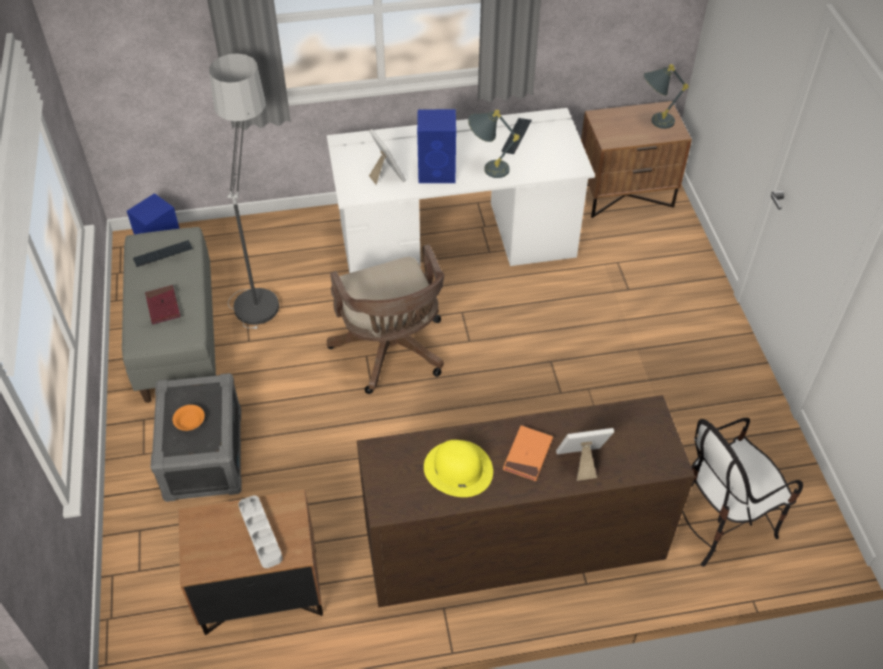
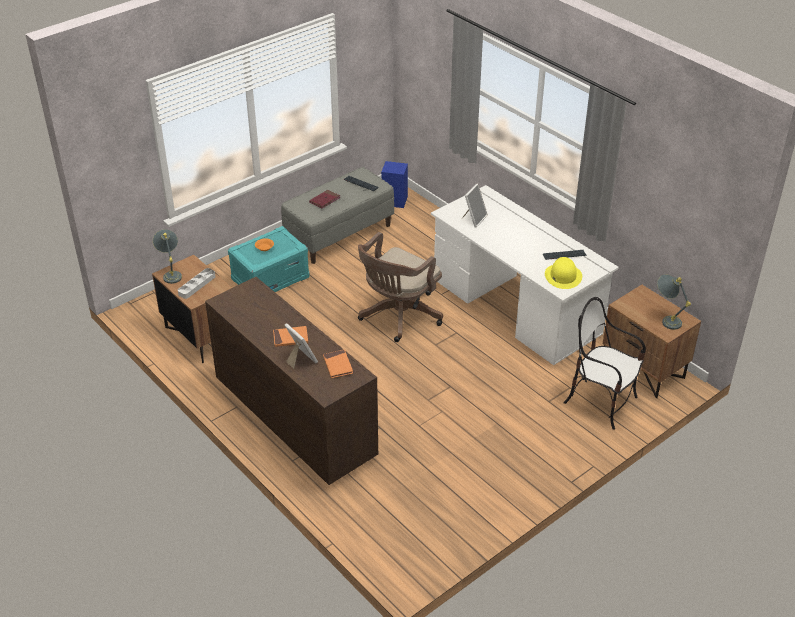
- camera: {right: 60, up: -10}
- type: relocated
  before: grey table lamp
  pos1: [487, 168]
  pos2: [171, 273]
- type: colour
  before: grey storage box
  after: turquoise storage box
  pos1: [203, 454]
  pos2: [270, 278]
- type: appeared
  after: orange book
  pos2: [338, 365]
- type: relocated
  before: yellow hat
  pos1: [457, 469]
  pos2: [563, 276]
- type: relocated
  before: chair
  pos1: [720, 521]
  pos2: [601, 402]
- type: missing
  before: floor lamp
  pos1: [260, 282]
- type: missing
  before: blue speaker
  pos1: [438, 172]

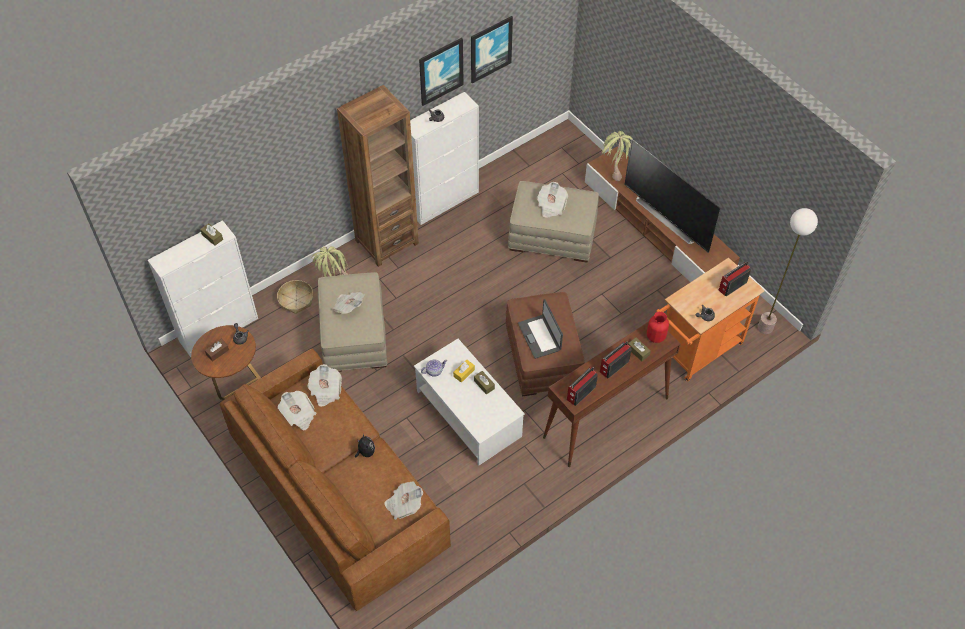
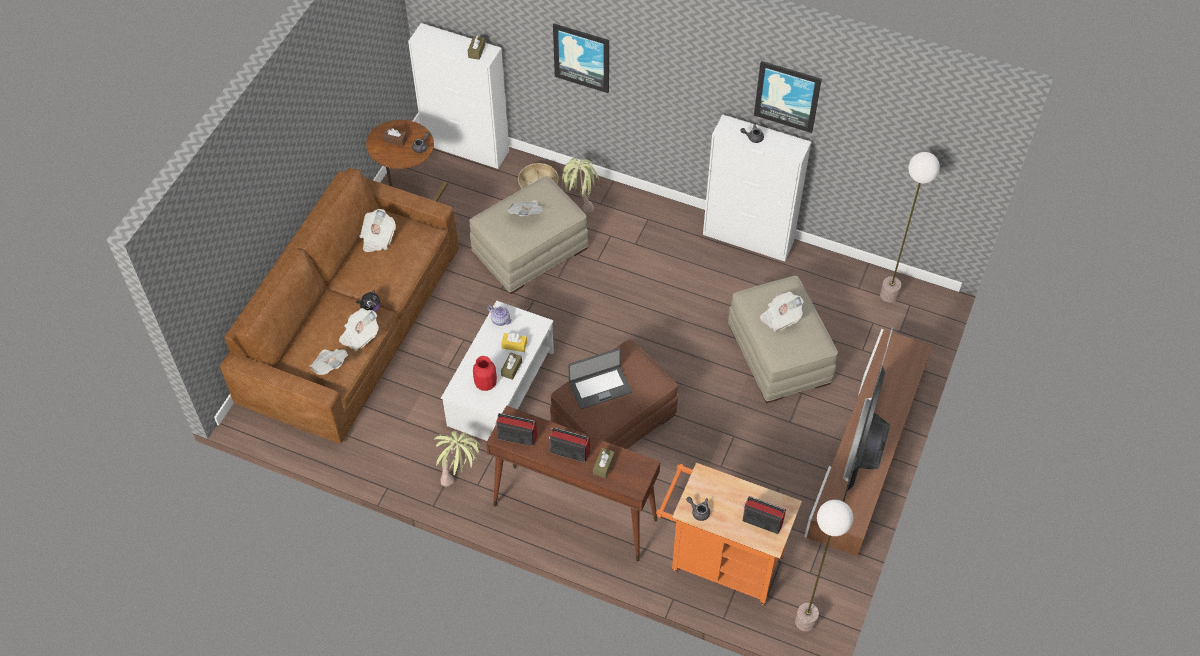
- camera: {right: 60, up: 0}
- type: relocated
  before: newspaper
  pos1: [325, 391]
  pos2: [360, 336]
- type: relocated
  before: potted plant
  pos1: [614, 170]
  pos2: [460, 474]
- type: relocated
  before: red vase
  pos1: [656, 336]
  pos2: [485, 383]
- type: relocated
  before: picture
  pos1: [490, 49]
  pos2: [582, 57]
- type: spun
  before: laptop
  pos1: [540, 336]
  pos2: [600, 387]
  turn: -150
- type: appeared
  after: floor lamp
  pos2: [889, 295]
- type: missing
  before: brown bookcase
  pos1: [386, 242]

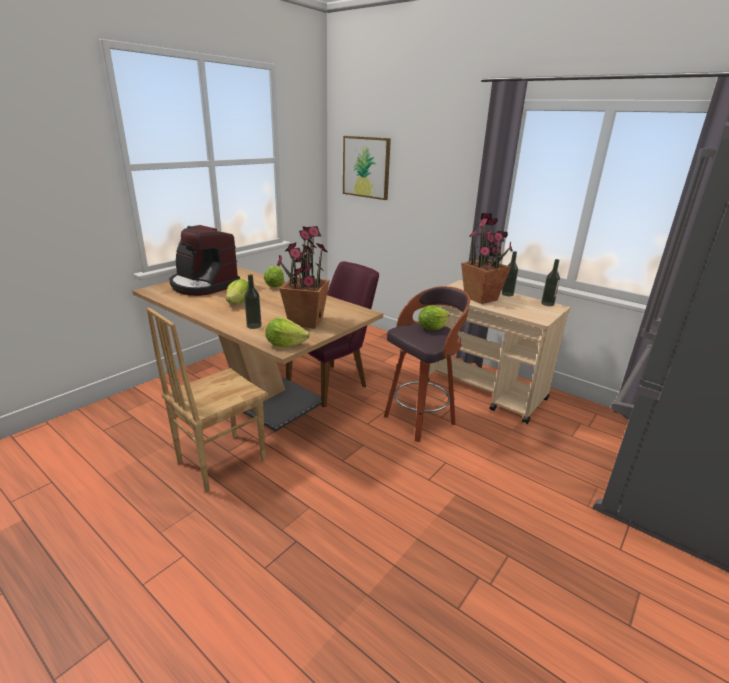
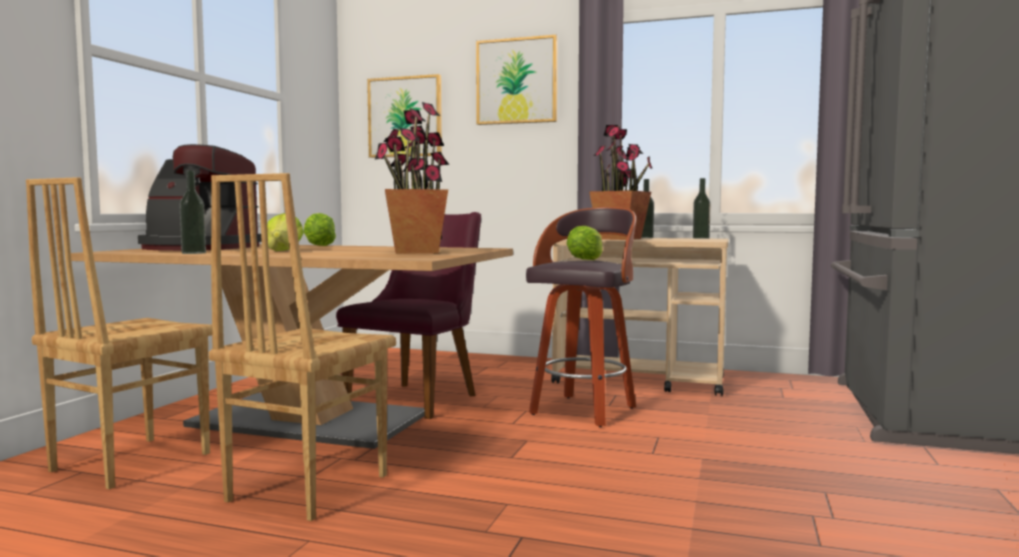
- camera: {right: -20, up: -20}
- type: appeared
  after: brown chair
  pos2: [129, 462]
- type: relocated
  before: bottle
  pos1: [254, 326]
  pos2: [194, 253]
- type: appeared
  after: picture
  pos2: [517, 81]
- type: missing
  before: lettuce
  pos1: [285, 345]

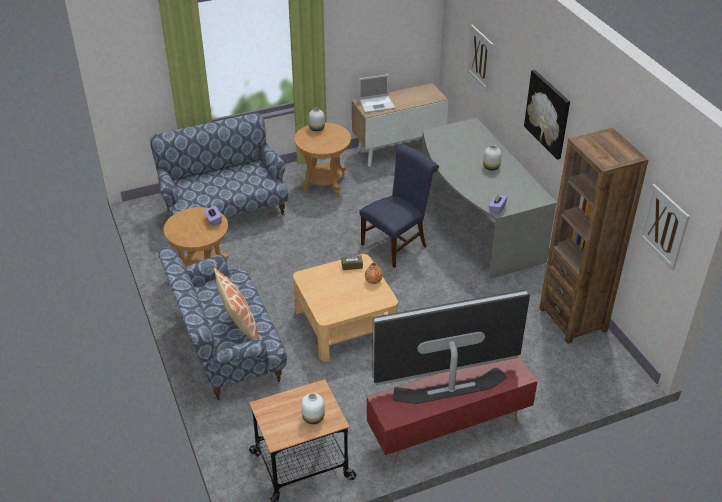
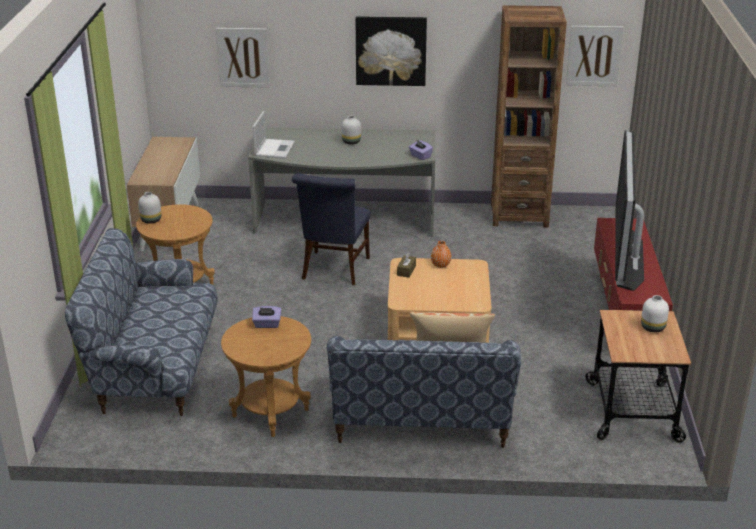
- camera: {right: -65, up: -10}
- type: relocated
  before: laptop
  pos1: [377, 104]
  pos2: [274, 148]
- type: spun
  before: blue chair
  pos1: [397, 244]
  pos2: [334, 270]
  turn: -150

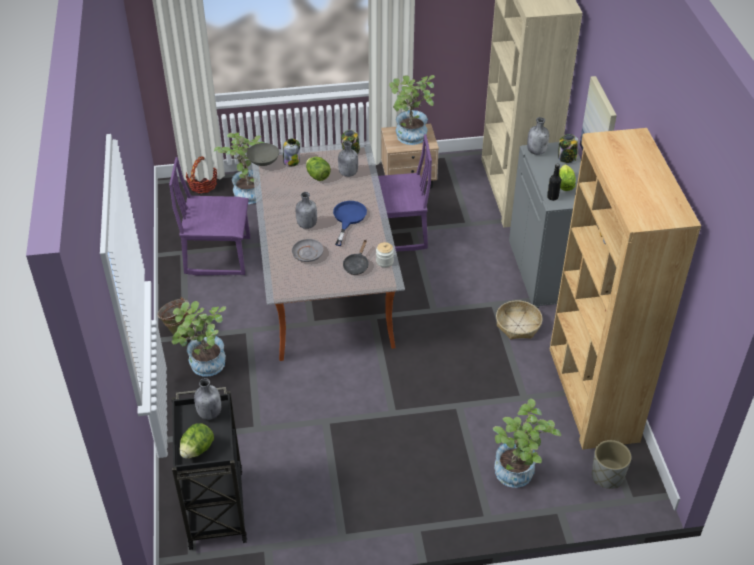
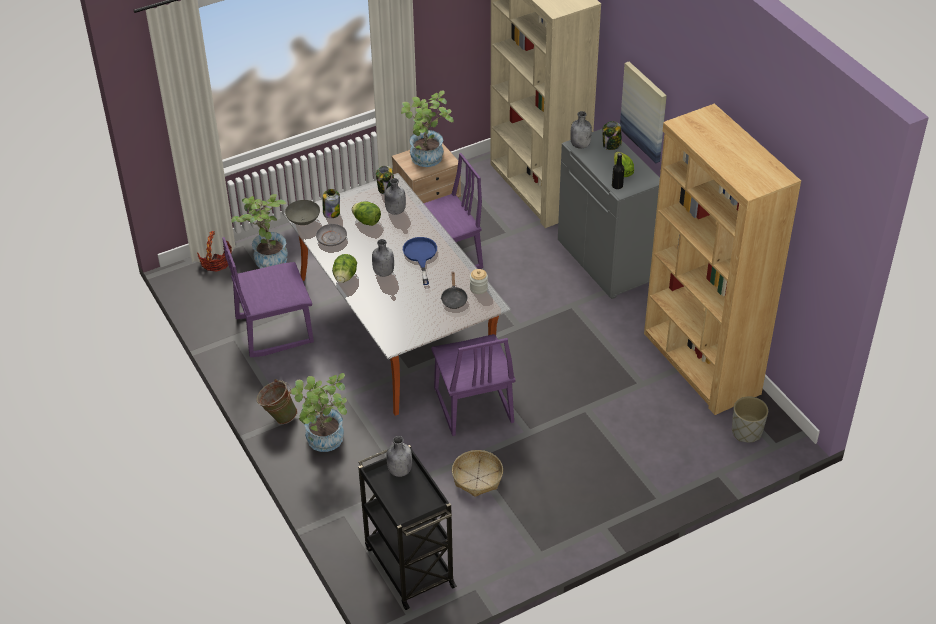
- camera: {right: -20, up: 0}
- type: relocated
  before: grey plate
  pos1: [308, 254]
  pos2: [332, 238]
- type: relocated
  before: lettuce
  pos1: [197, 449]
  pos2: [345, 277]
- type: appeared
  after: purple chair
  pos2: [472, 406]
- type: relocated
  before: basket
  pos1: [518, 325]
  pos2: [477, 478]
- type: missing
  before: potted plant
  pos1: [517, 476]

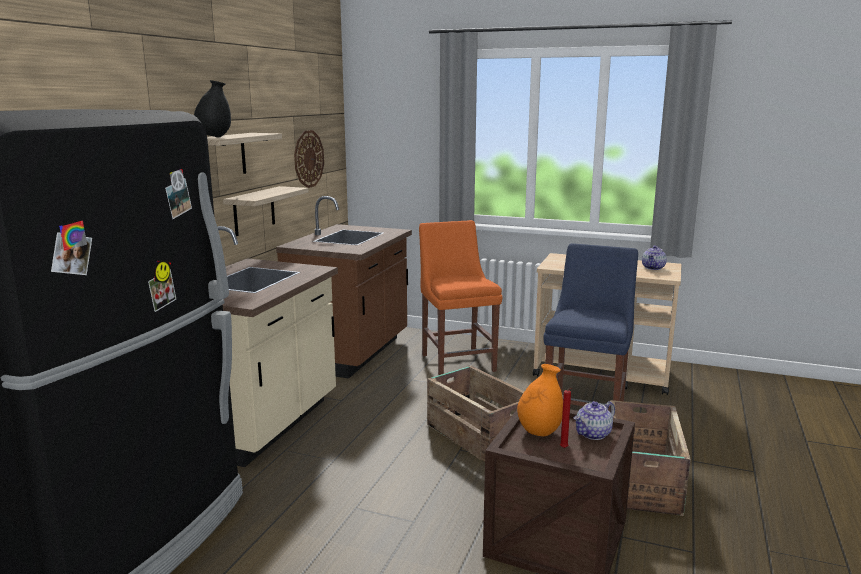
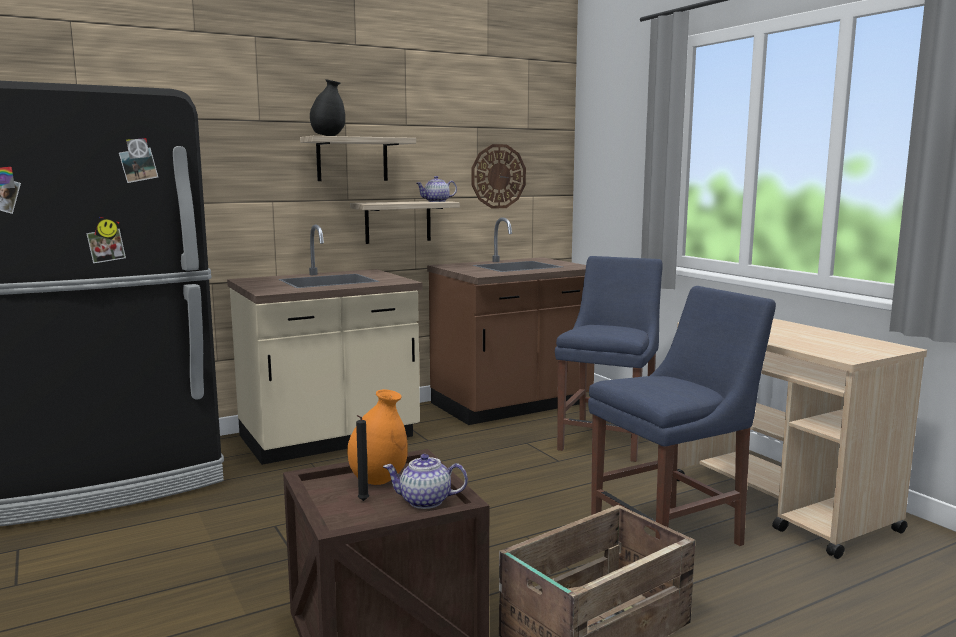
- camera: {right: 40, up: -5}
- type: colour
  before: red candle
  after: black candle
  pos1: [564, 448]
  pos2: [362, 501]
- type: relocated
  before: teapot
  pos1: [653, 268]
  pos2: [436, 201]
- type: colour
  before: orange chair
  after: blue chair
  pos1: [457, 361]
  pos2: [608, 440]
- type: missing
  before: crate
  pos1: [478, 435]

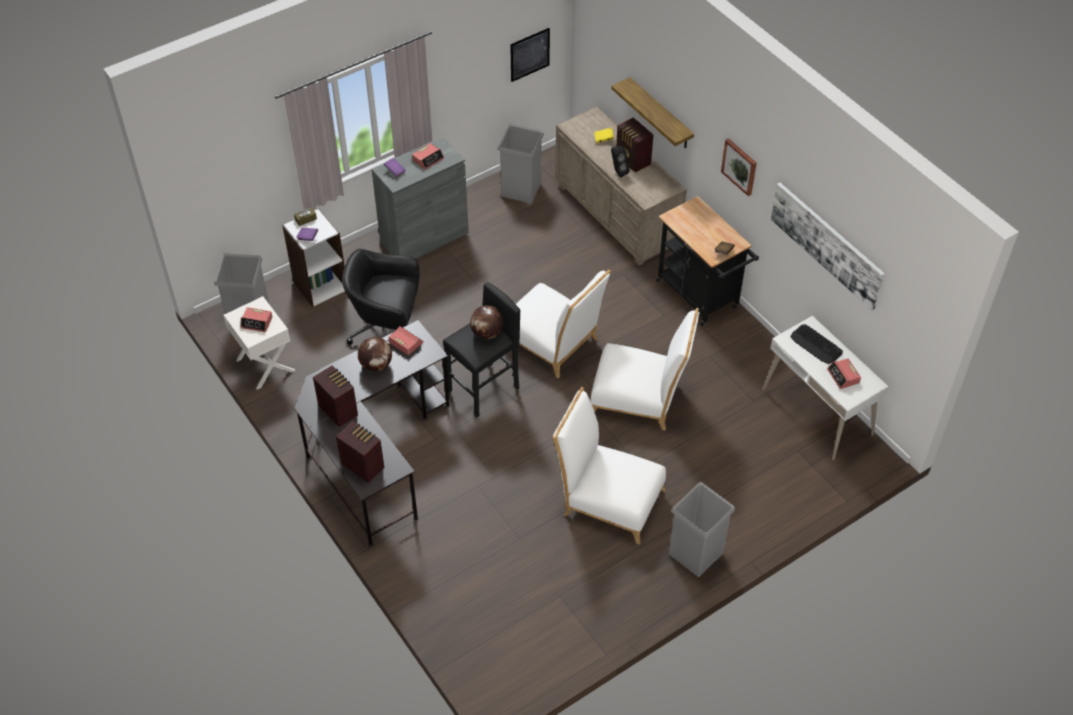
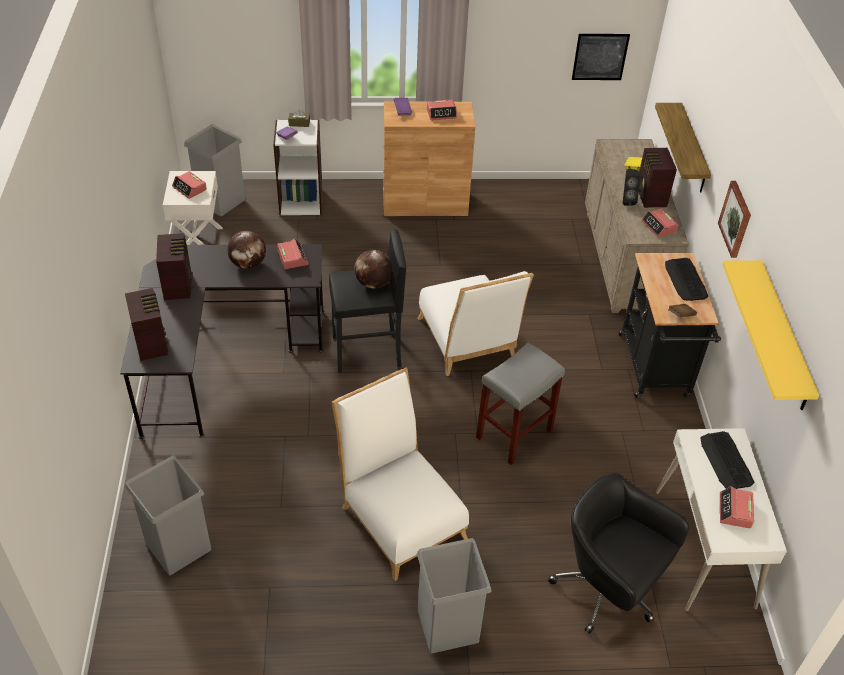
- camera: {right: 30, up: -5}
- type: relocated
  before: grey trash can
  pos1: [521, 189]
  pos2: [178, 545]
- type: colour
  before: grey cabinet
  after: brown cabinet
  pos1: [424, 237]
  pos2: [425, 202]
- type: exchanged
  before: white chair
  after: grey stool
  pos1: [640, 398]
  pos2: [514, 435]
- type: relocated
  before: black office chair
  pos1: [387, 331]
  pos2: [607, 590]
- type: appeared
  after: alarm clock
  pos2: [659, 226]
- type: appeared
  after: keyboard
  pos2: [685, 280]
- type: exchanged
  before: picture
  after: yellow shelf
  pos1: [826, 244]
  pos2: [783, 336]

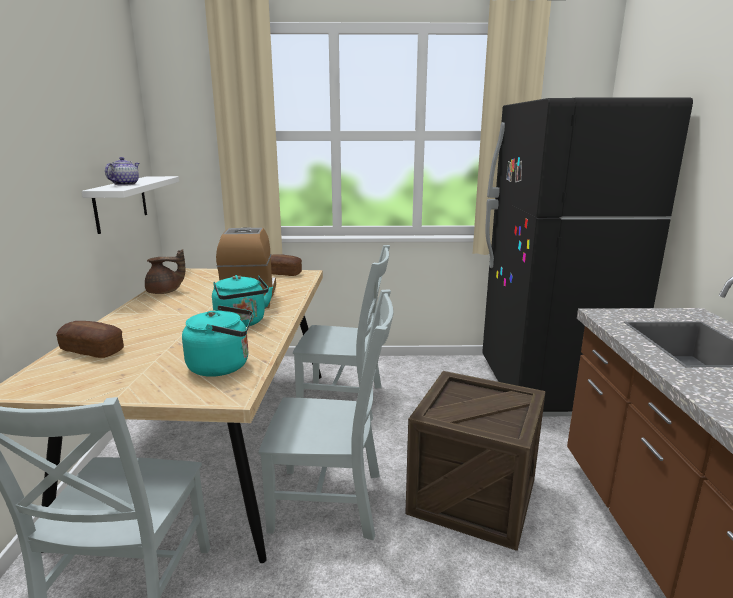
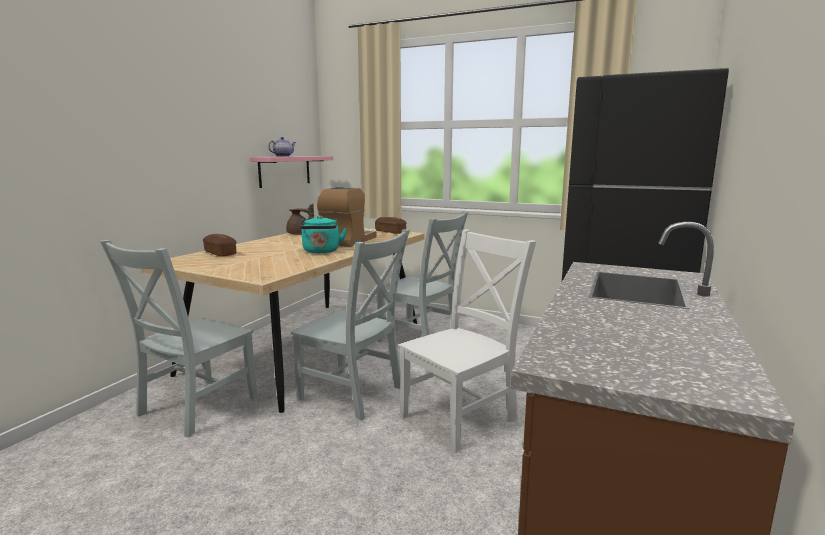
- camera: {right: 25, up: -5}
- type: colour
  before: white shelf
  after: pink shelf
  pos1: [121, 203]
  pos2: [285, 171]
- type: exchanged
  before: crate
  after: white chair
  pos1: [472, 496]
  pos2: [462, 416]
- type: missing
  before: turquoise kettle
  pos1: [223, 366]

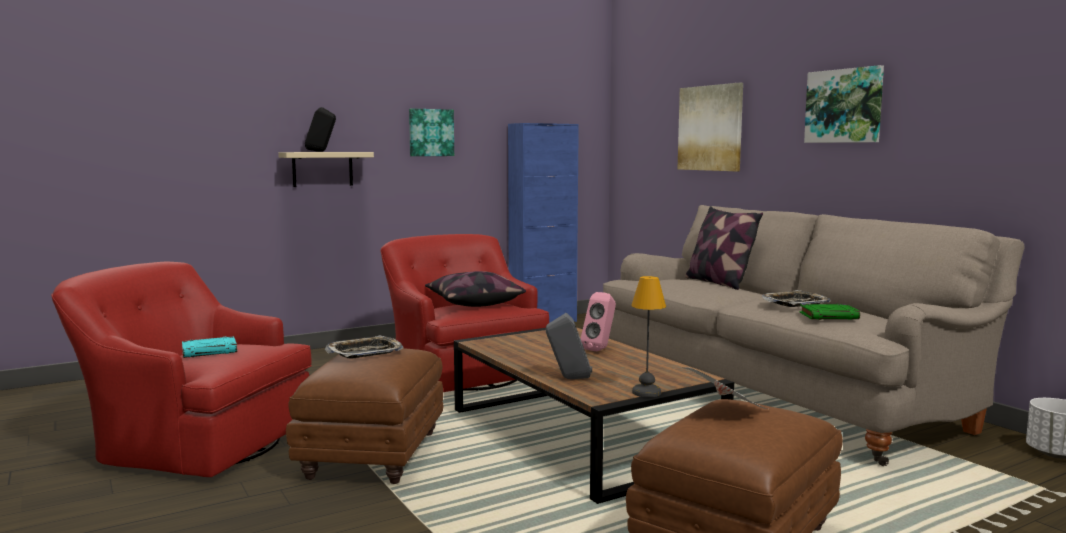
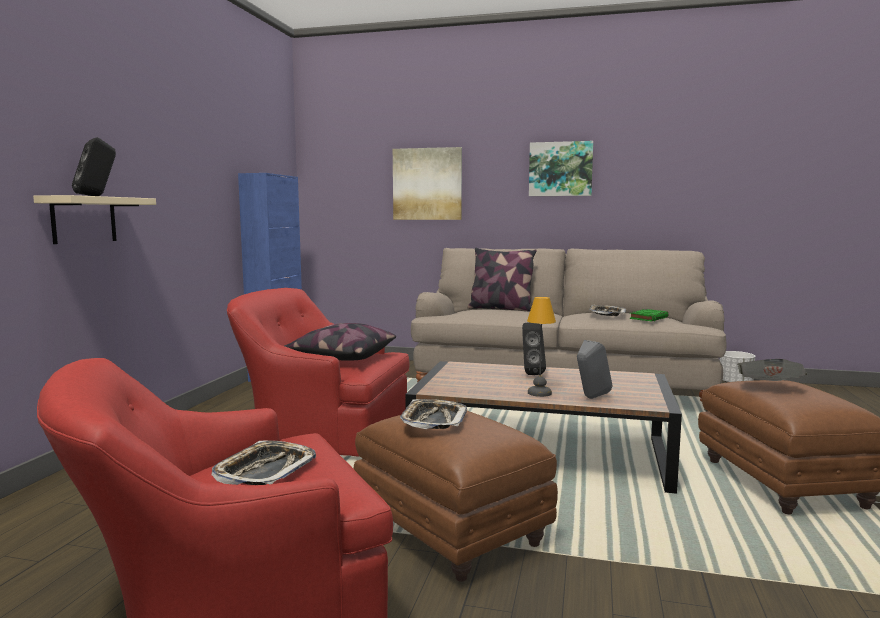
- camera: {right: -45, up: 0}
- type: exchanged
  before: turquoise book
  after: tray
  pos1: [210, 351]
  pos2: [265, 470]
- type: colour
  before: pink speaker
  after: black speaker
  pos1: [600, 349]
  pos2: [530, 373]
- type: relocated
  before: table lamp
  pos1: [646, 392]
  pos2: [539, 393]
- type: missing
  before: picture
  pos1: [431, 132]

